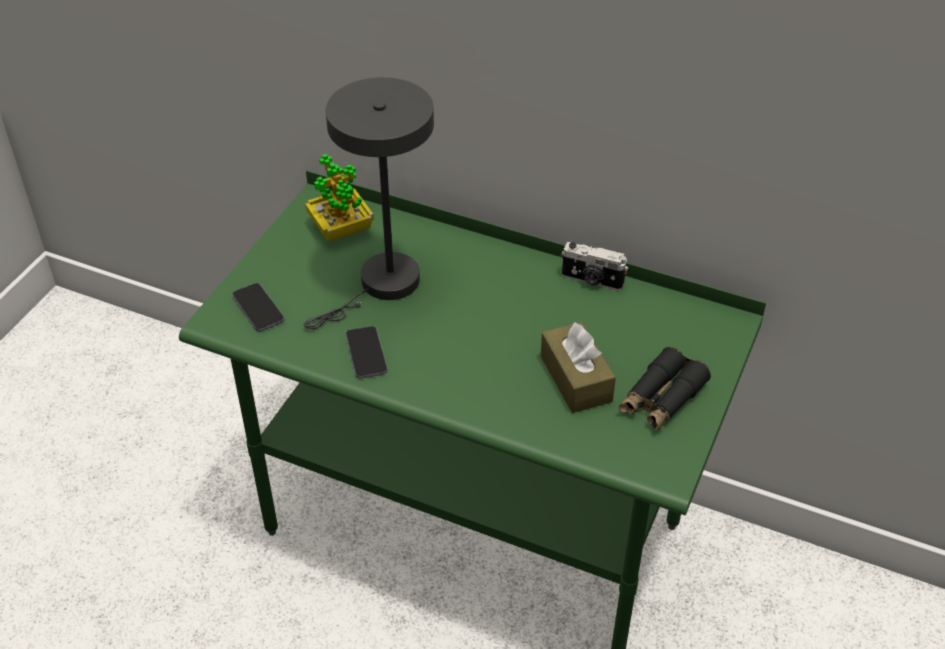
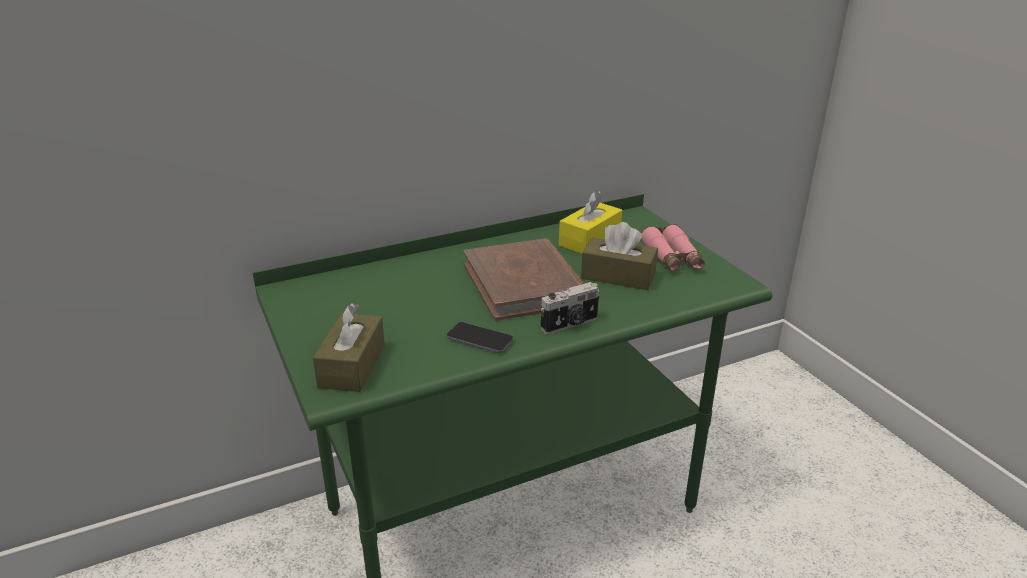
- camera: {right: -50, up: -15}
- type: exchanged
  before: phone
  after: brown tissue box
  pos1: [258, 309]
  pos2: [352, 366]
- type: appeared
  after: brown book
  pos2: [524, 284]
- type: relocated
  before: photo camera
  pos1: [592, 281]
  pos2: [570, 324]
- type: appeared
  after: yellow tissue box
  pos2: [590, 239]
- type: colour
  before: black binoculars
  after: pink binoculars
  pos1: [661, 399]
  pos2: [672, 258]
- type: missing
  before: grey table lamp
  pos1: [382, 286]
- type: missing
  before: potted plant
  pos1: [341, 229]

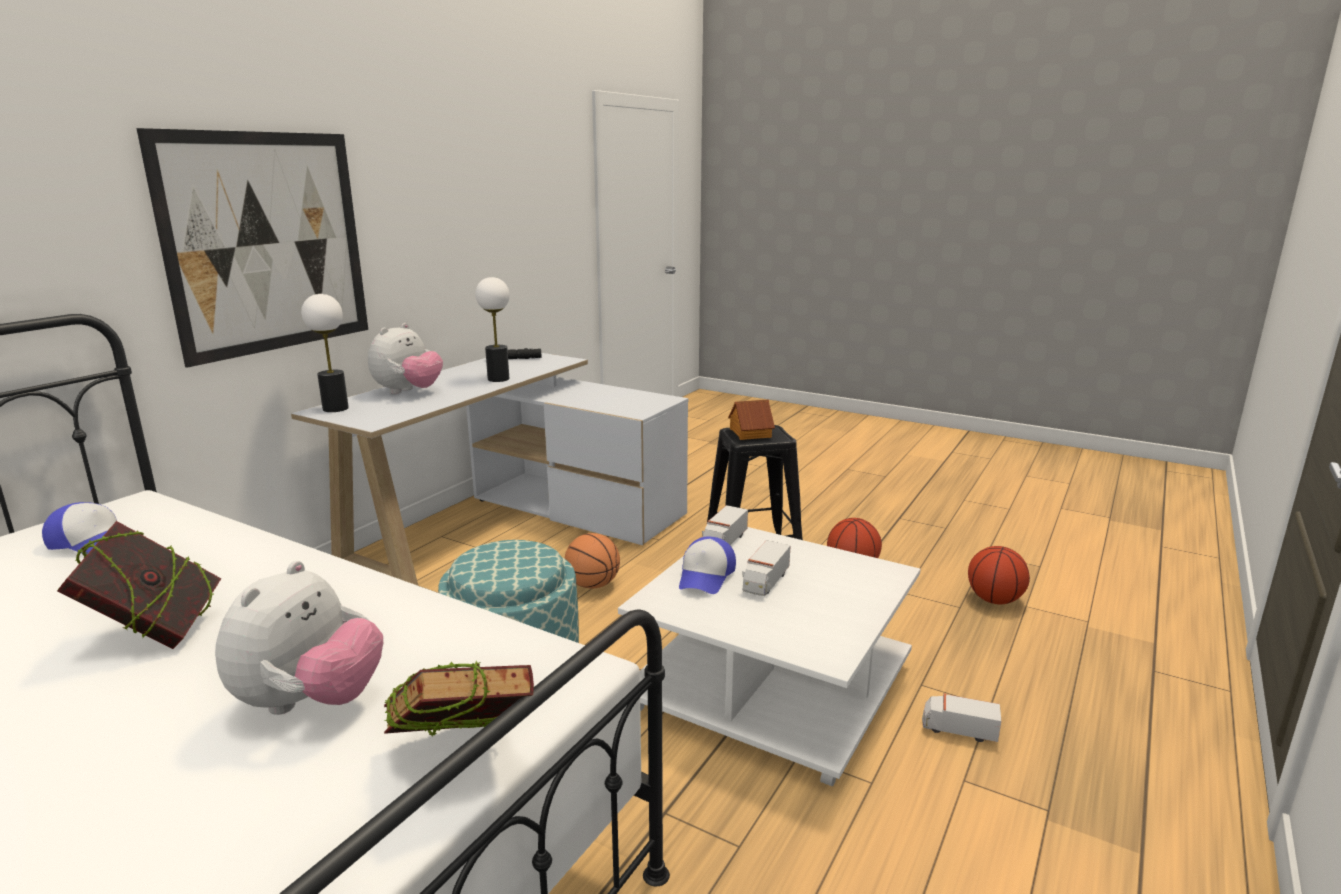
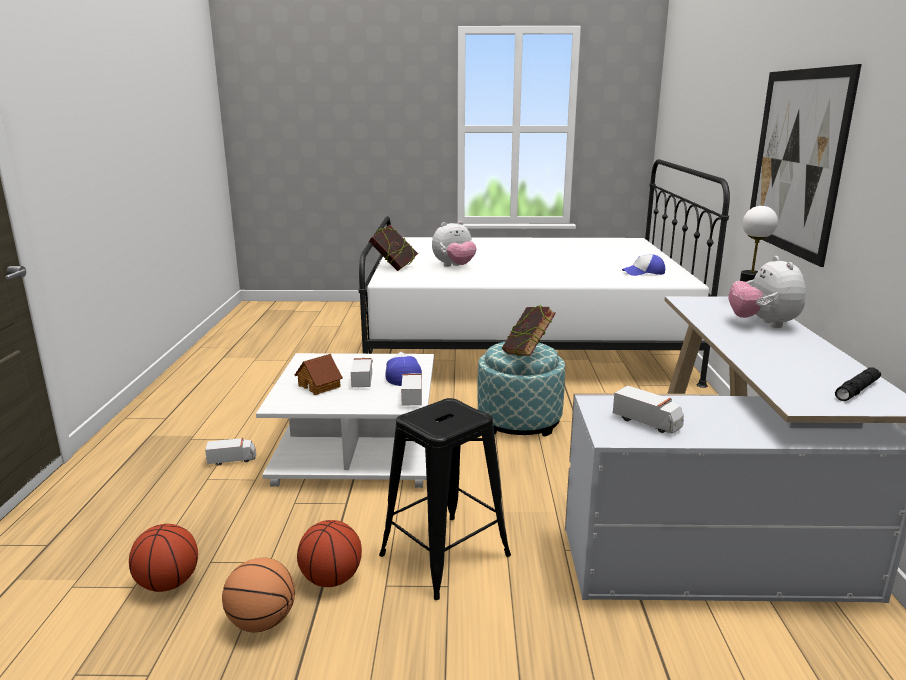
- camera: {right: 150, up: 0}
- type: relocated
  before: basketball
  pos1: [593, 585]
  pos2: [262, 622]
- type: relocated
  before: toy house
  pos1: [749, 433]
  pos2: [320, 386]
- type: spun
  before: plush toy
  pos1: [310, 702]
  pos2: [454, 266]
  turn: -105
- type: relocated
  before: book
  pos1: [156, 634]
  pos2: [527, 355]
- type: appeared
  after: toy truck
  pos2: [647, 423]
- type: missing
  before: table lamp
  pos1: [498, 379]

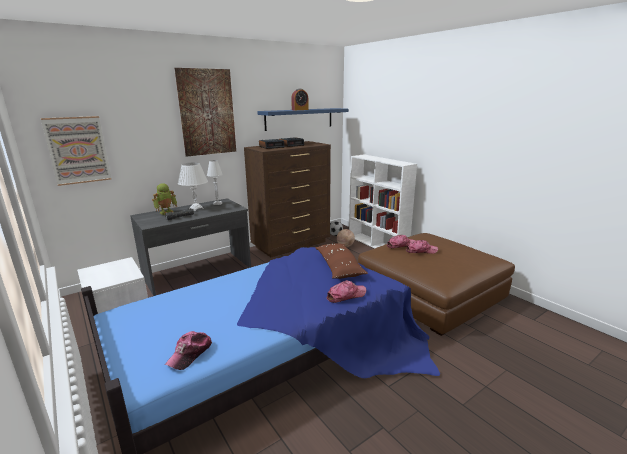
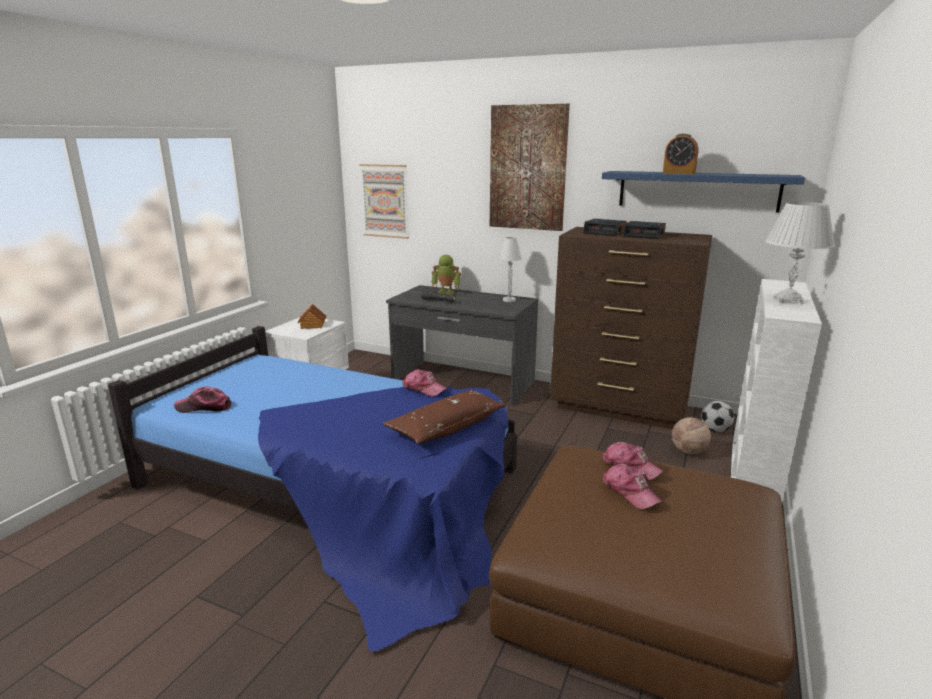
- camera: {right: 60, up: 0}
- type: appeared
  after: toy house
  pos2: [312, 325]
- type: relocated
  before: cap
  pos1: [346, 295]
  pos2: [424, 388]
- type: relocated
  before: white table lamp
  pos1: [196, 209]
  pos2: [788, 300]

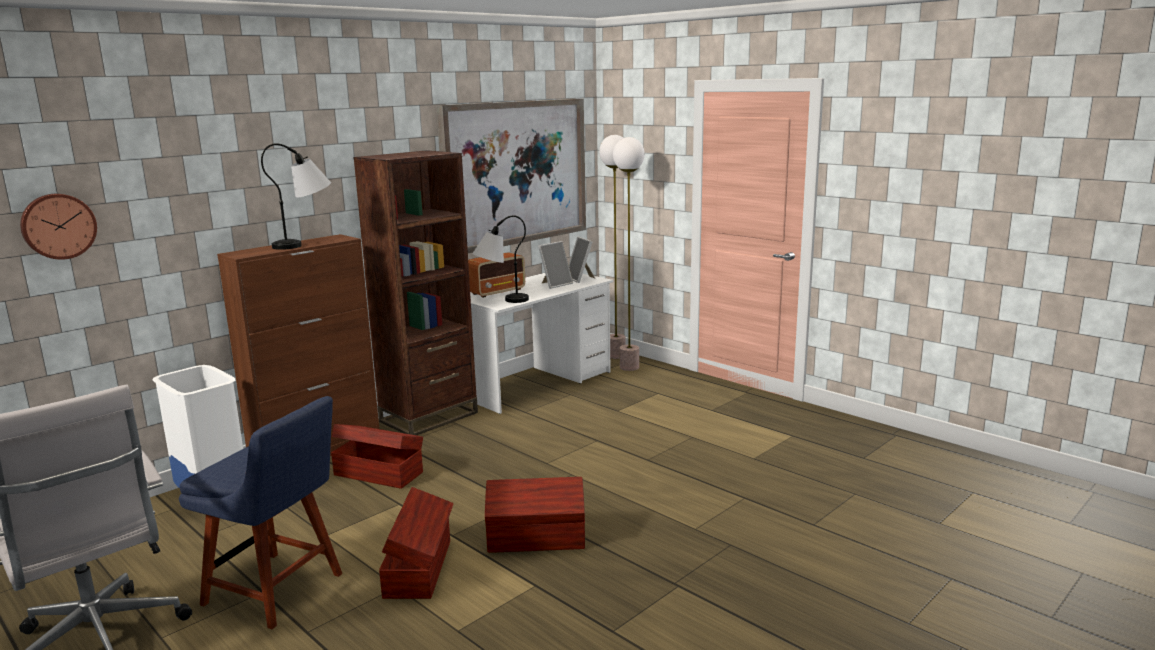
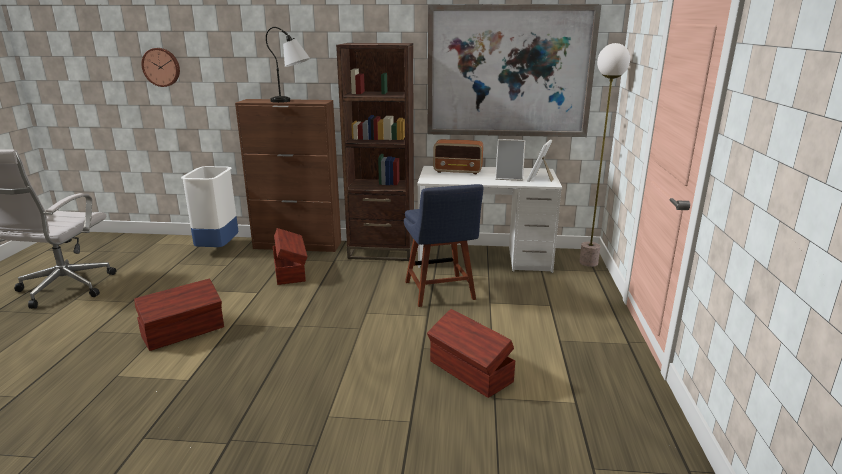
- camera: {right: 50, up: 5}
- type: relocated
  before: blue chair
  pos1: [278, 590]
  pos2: [440, 292]
- type: relocated
  before: brown storage box
  pos1: [537, 539]
  pos2: [470, 372]
- type: missing
  before: table lamp
  pos1: [501, 301]
- type: missing
  before: floor lamp
  pos1: [629, 367]

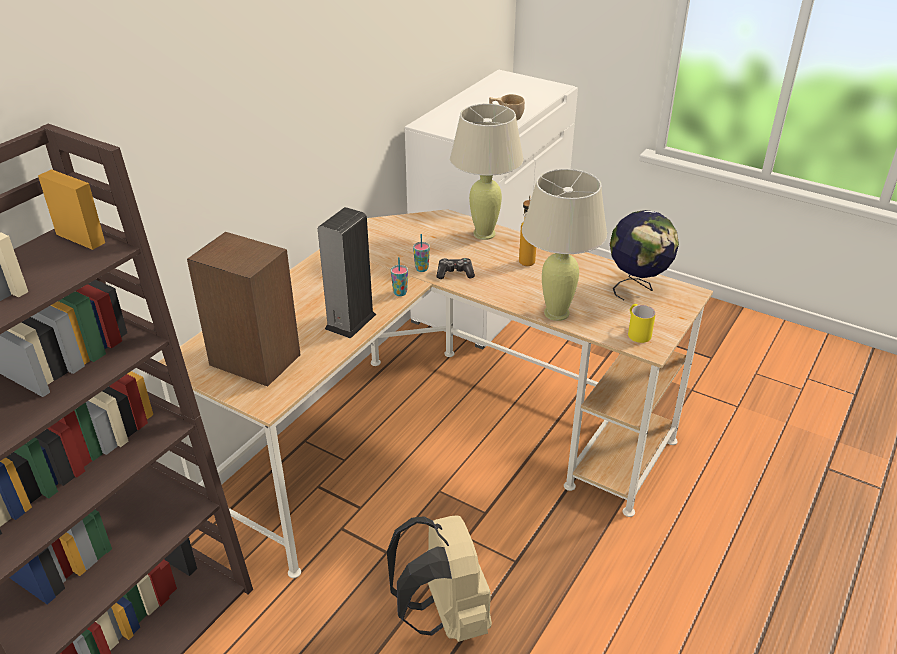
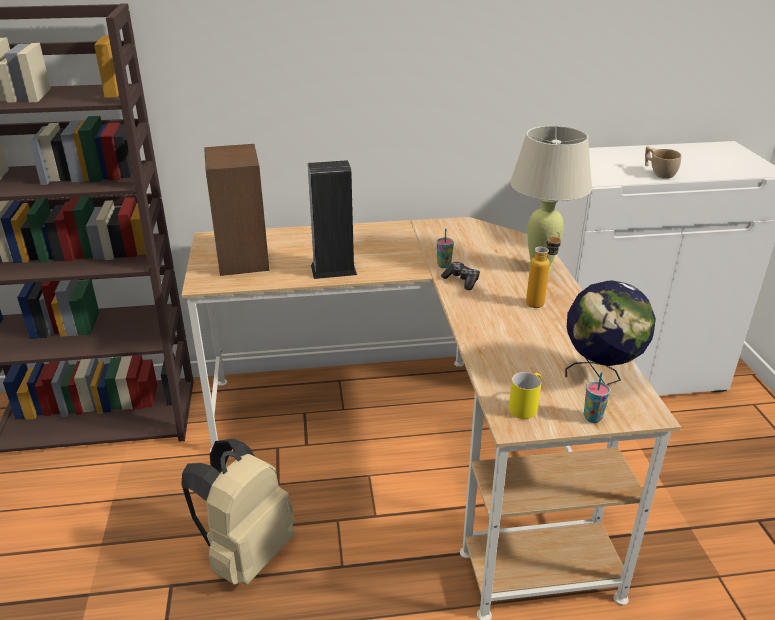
- camera: {right: 50, up: -5}
- type: relocated
  before: cup
  pos1: [400, 293]
  pos2: [592, 418]
- type: missing
  before: beige table lamp
  pos1: [556, 313]

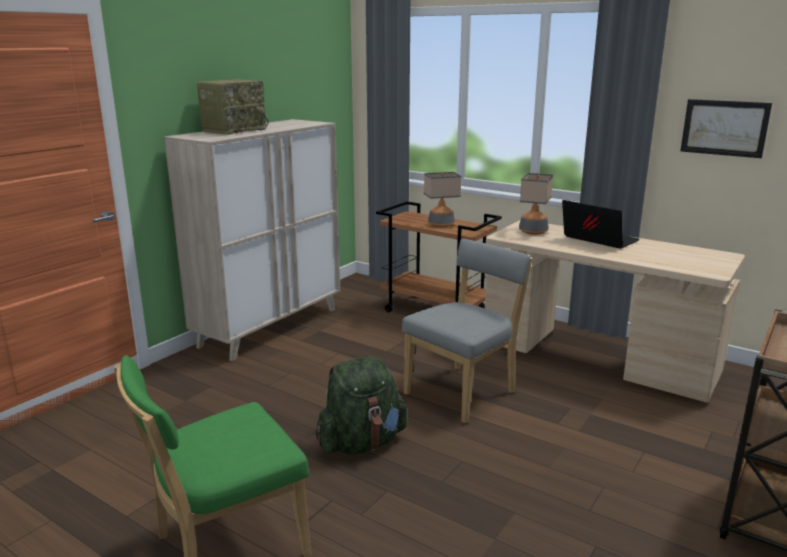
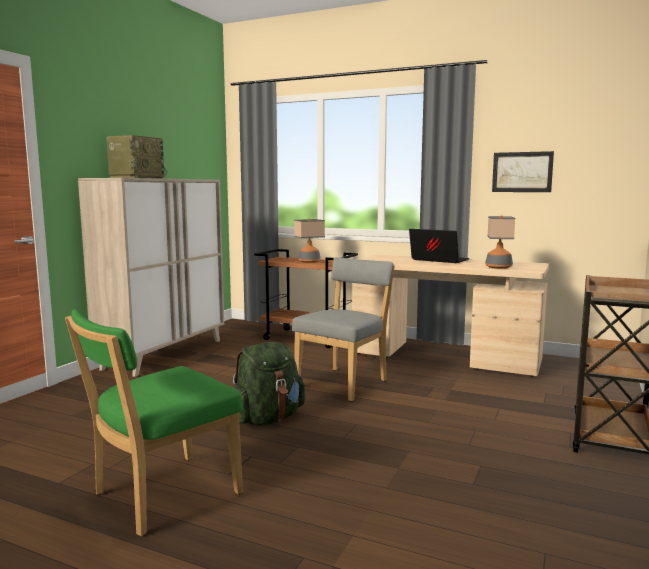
- camera: {right: -10, up: -10}
- type: relocated
  before: table lamp
  pos1: [533, 231]
  pos2: [498, 267]

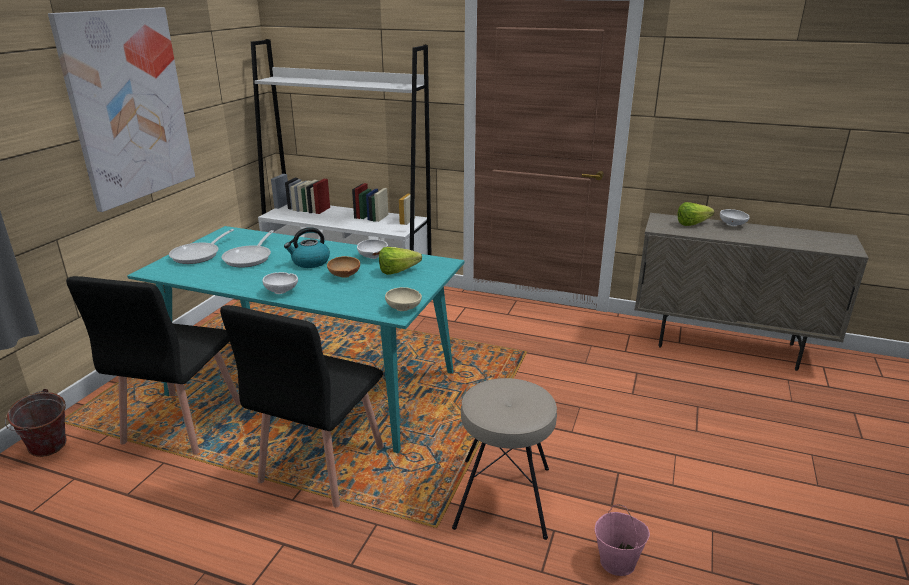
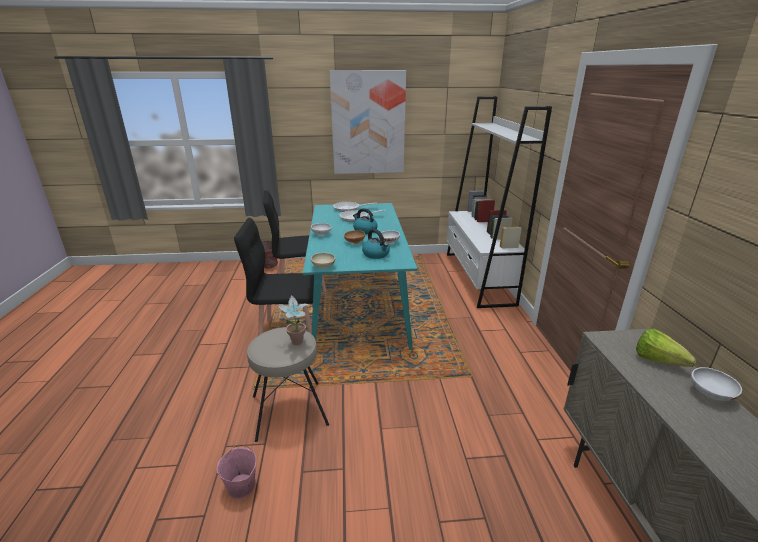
- camera: {right: 65, up: 0}
- type: appeared
  after: potted plant
  pos2: [297, 344]
- type: exchanged
  before: lettuce
  after: kettle
  pos1: [401, 271]
  pos2: [376, 254]

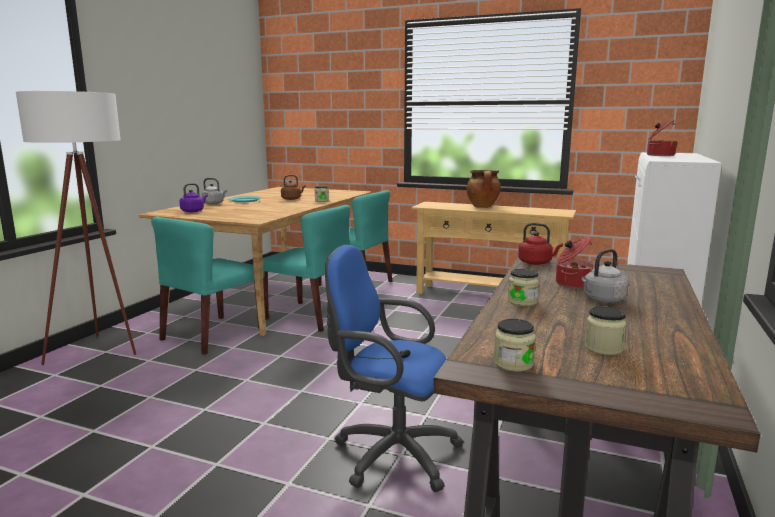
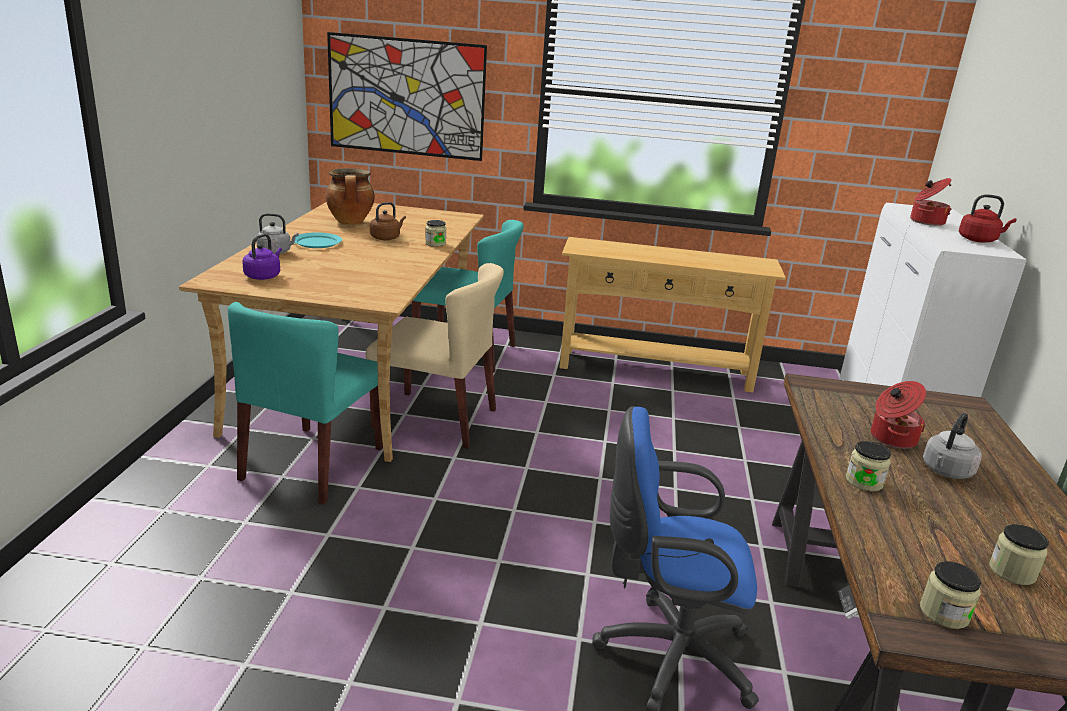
- camera: {right: -15, up: 10}
- type: relocated
  before: cooking pot
  pos1: [483, 207]
  pos2: [351, 222]
- type: appeared
  after: picture
  pos2: [406, 97]
- type: colour
  before: turquoise chair
  after: beige chair
  pos1: [310, 316]
  pos2: [436, 419]
- type: relocated
  before: red kettle
  pos1: [536, 263]
  pos2: [979, 240]
- type: missing
  before: white floor lamp
  pos1: [101, 352]

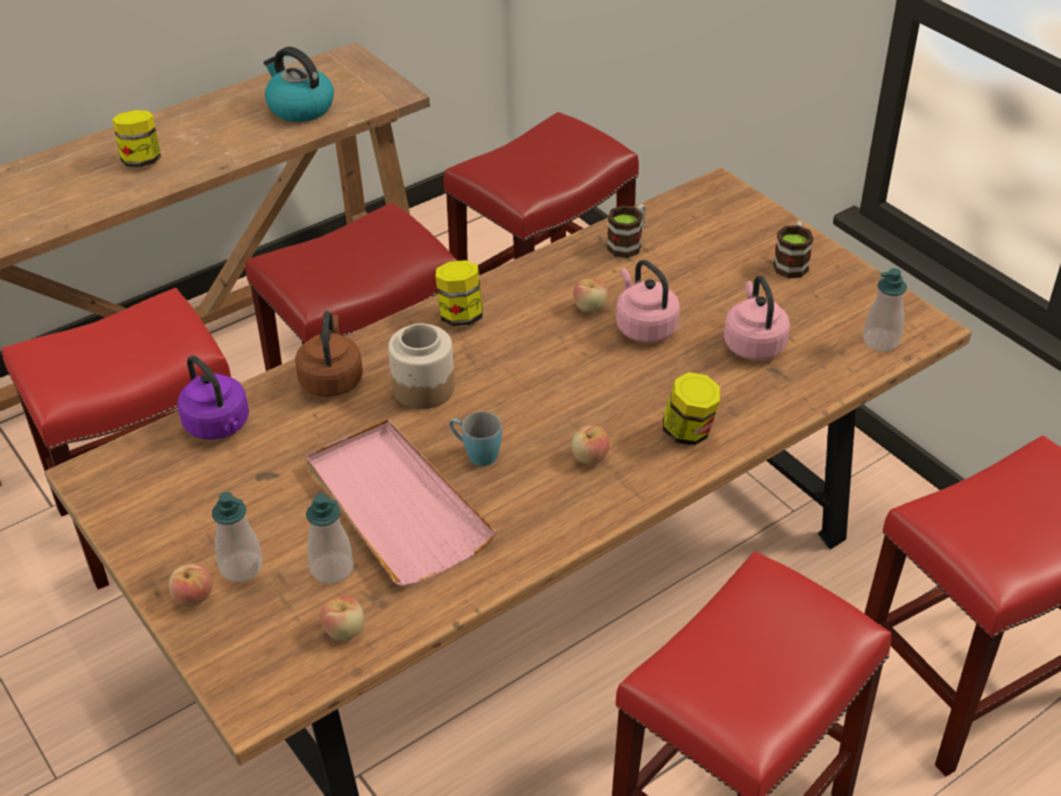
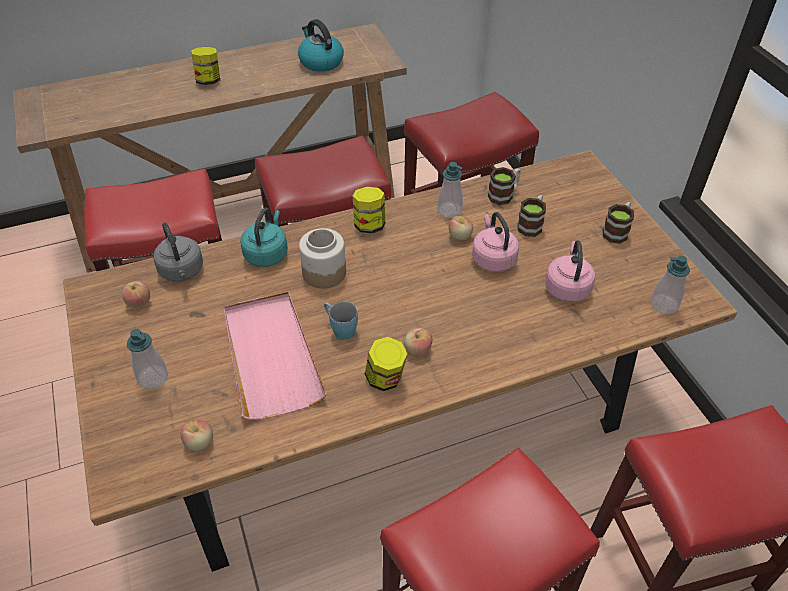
- camera: {right: 15, up: 5}
- type: relocated
  before: apple
  pos1: [193, 597]
  pos2: [139, 302]
- type: colour
  before: purple kettle
  after: grey kettle
  pos1: [219, 426]
  pos2: [182, 272]
- type: colour
  before: brown kettle
  after: turquoise kettle
  pos1: [331, 379]
  pos2: [267, 253]
- type: relocated
  before: jar
  pos1: [689, 432]
  pos2: [385, 379]
- type: relocated
  before: soap dispenser
  pos1: [332, 568]
  pos2: [449, 210]
- type: appeared
  after: mug
  pos2: [531, 224]

